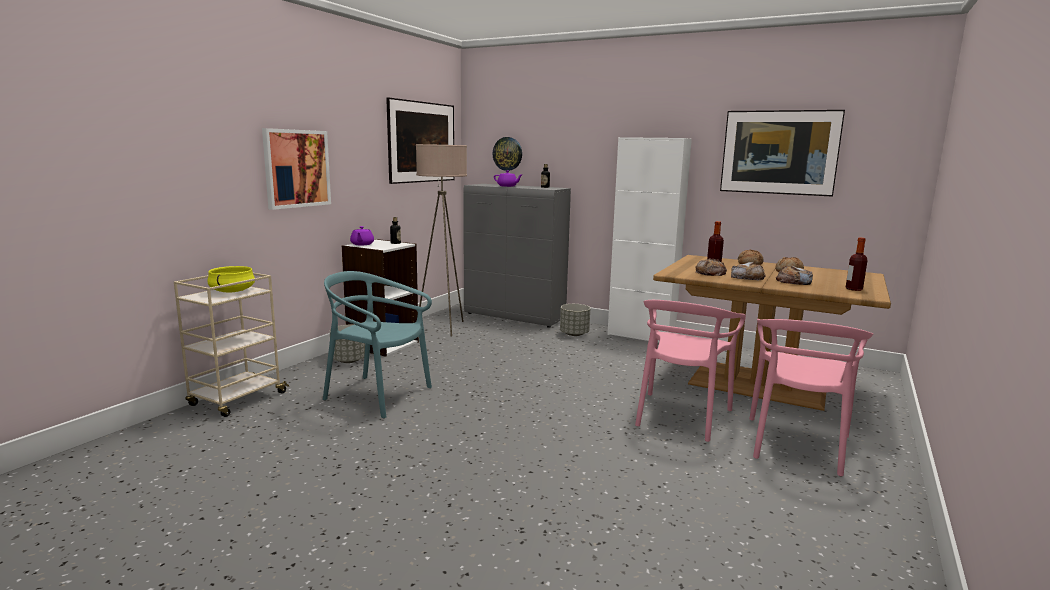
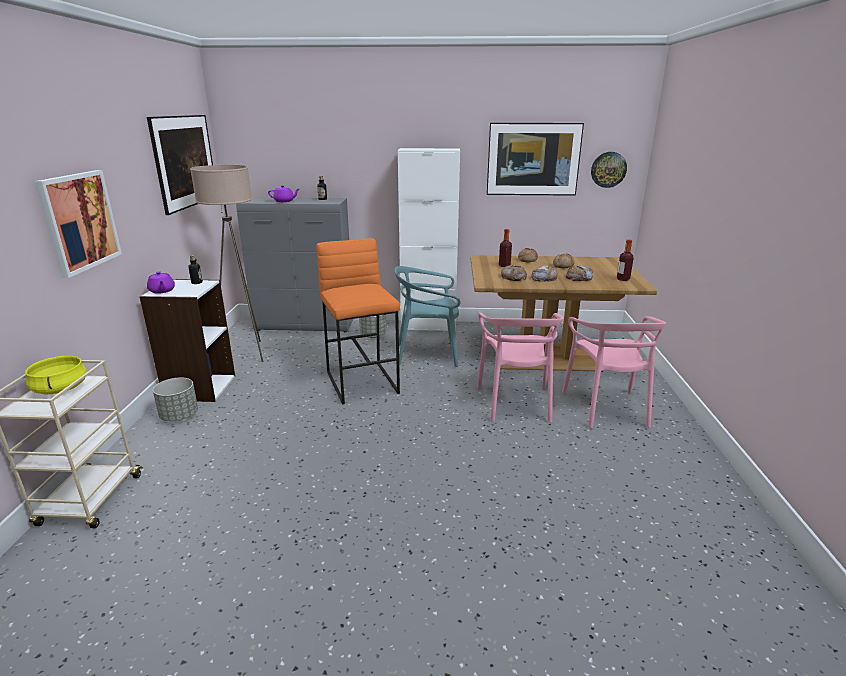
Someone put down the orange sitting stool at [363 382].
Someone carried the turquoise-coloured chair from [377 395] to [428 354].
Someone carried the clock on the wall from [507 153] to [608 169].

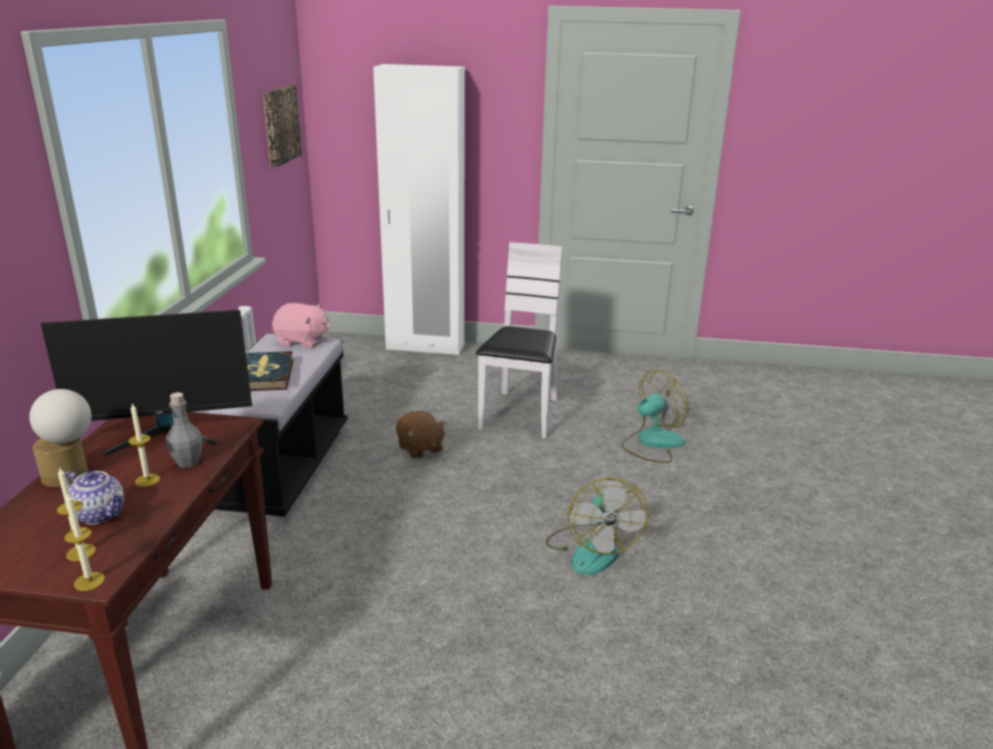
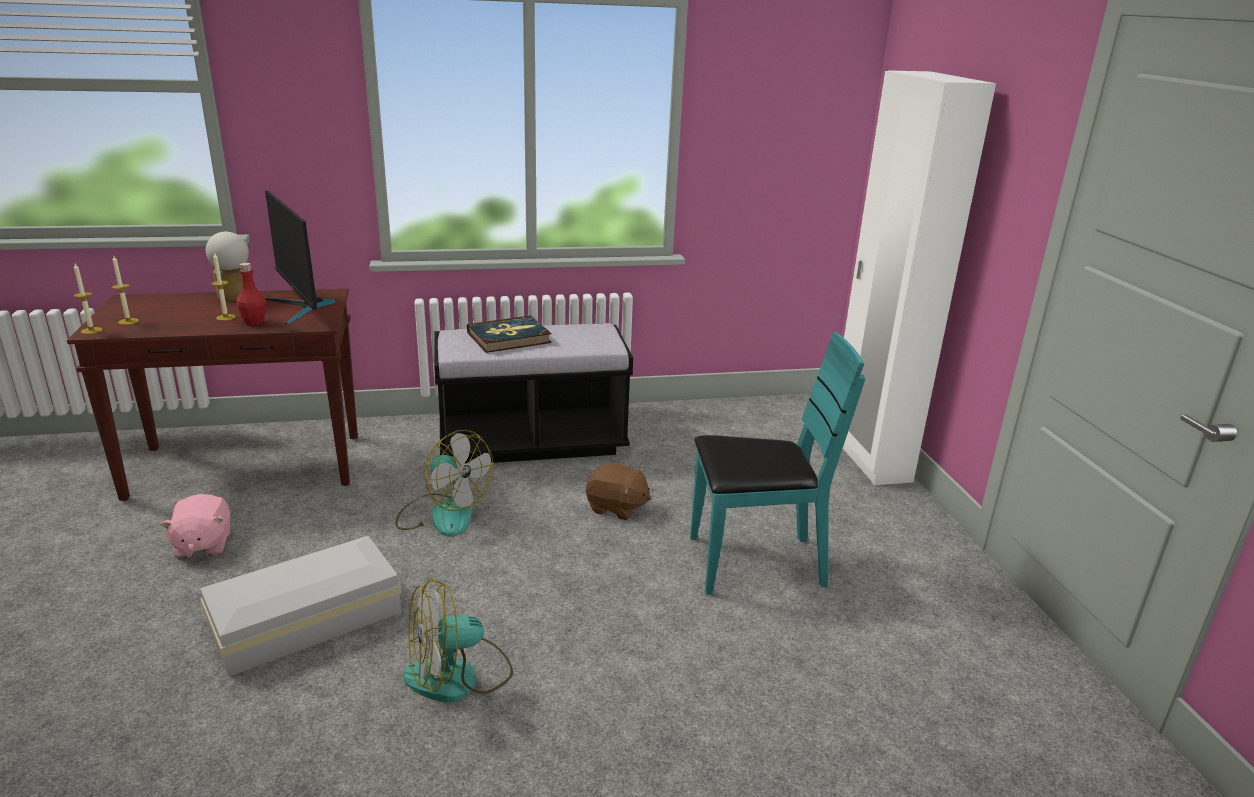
Someone took away the tea pot at [100 514].
Someone took away the wall picture at [280 125].
Someone put down the white-coloured storage container at [310 620].
Someone carried the pinkish plush toy from [302 341] to [203 545].
Someone carried the fan from [652 443] to [443 514].
Someone repainted the greyish bottle at [187 462], which became the reddish bottle at [254 322].
Someone repainted the white-coloured chair at [520 414], which became the turquoise-coloured chair at [754 563].
Someone rotated the brownish plush toy at [420 449] by 105 degrees counterclockwise.

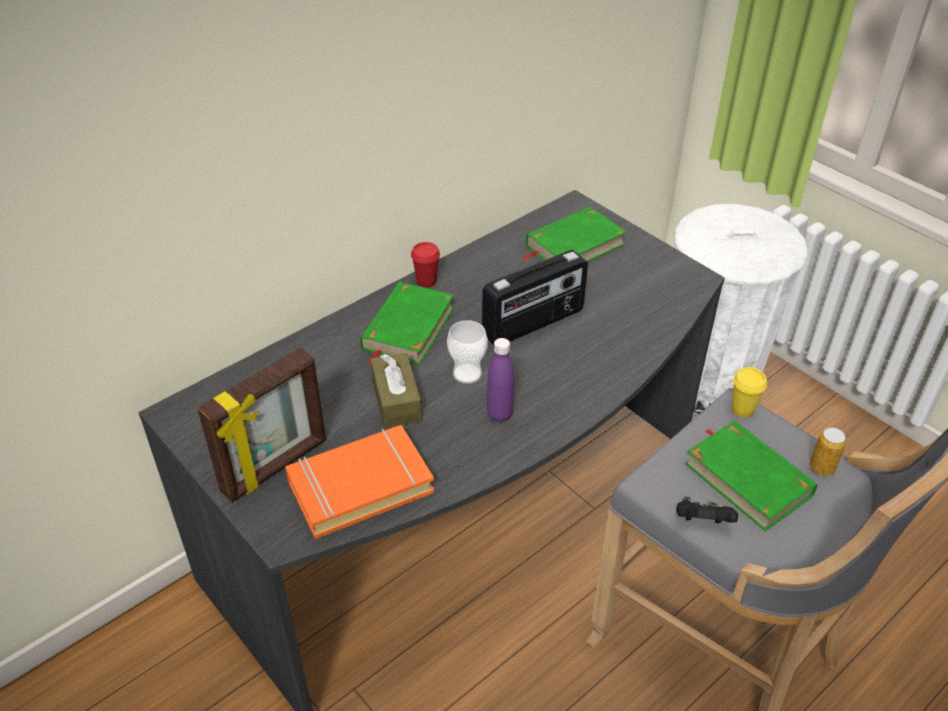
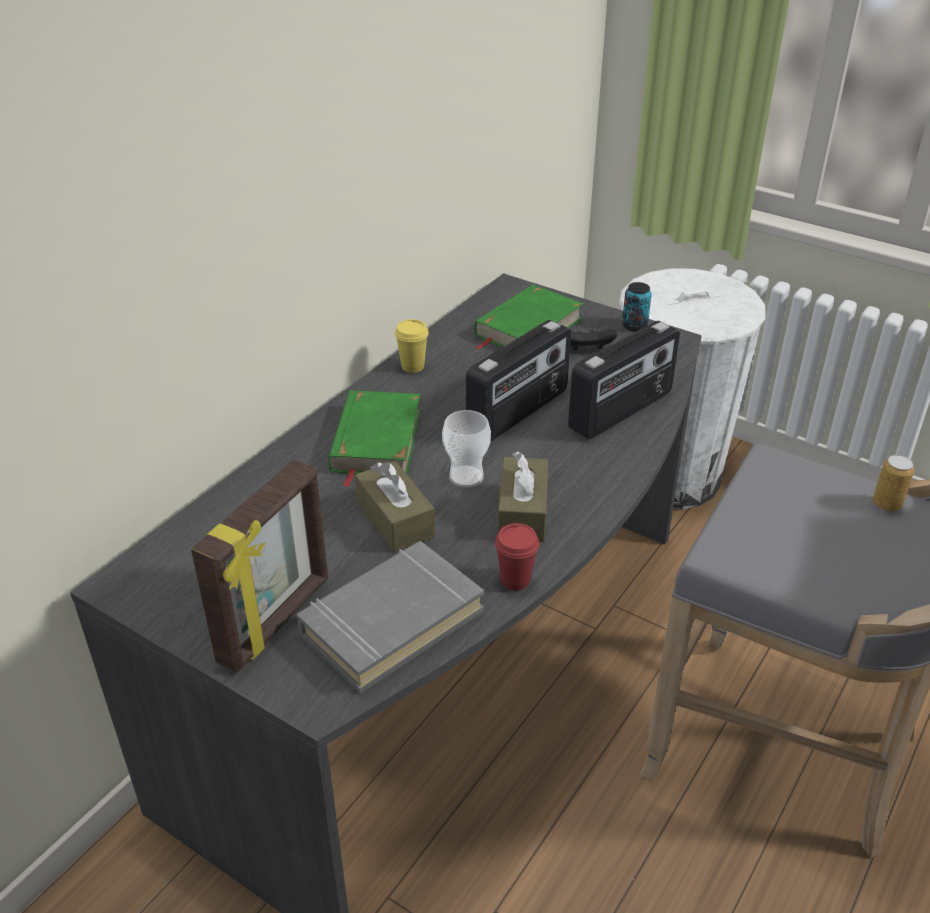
Someone took away the green-coloured bound book at [748 478].
Someone put down the radio receiver at [622 411].
Someone put down the metal can at [634 326].
Someone carried the reddish small cup from [426 281] to [515 580].
Someone carried the black-coloured game controller from [702 522] to [587 350].
Someone carried the yellow-coloured small cup from [742 409] to [412 366].
Someone swapped the purplish bottle at [499 414] for the brownish tissue holder at [522 512].
Someone repainted the orange bound book at [360 486], which became the greyish bound book at [391 622].

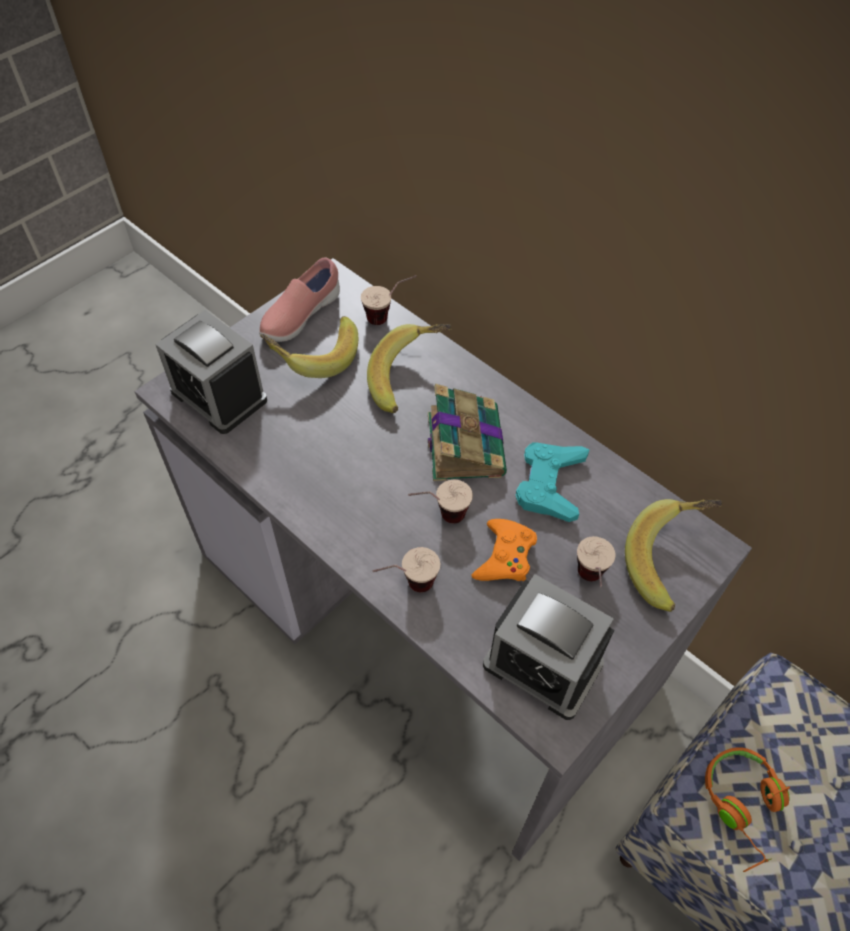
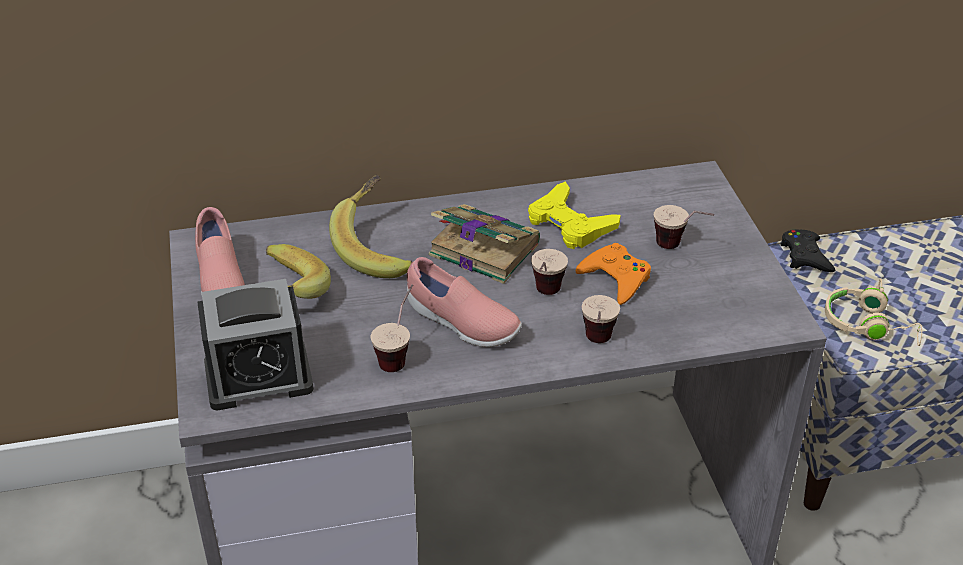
Someone took away the bedside clock at [542 664].
Someone took away the banana fruit at [671 562].
Someone put down the pinkish item of footwear at [461 323].
Someone put down the black-coloured game controller at [805 256].
Someone carried the small cup from [389 316] to [399 354].
Someone repainted the turquoise-coloured game controller at [550 484], which became the yellow-coloured game controller at [570 224].
Someone repainted the orange headphones at [743 807], which became the beige headphones at [869 325].

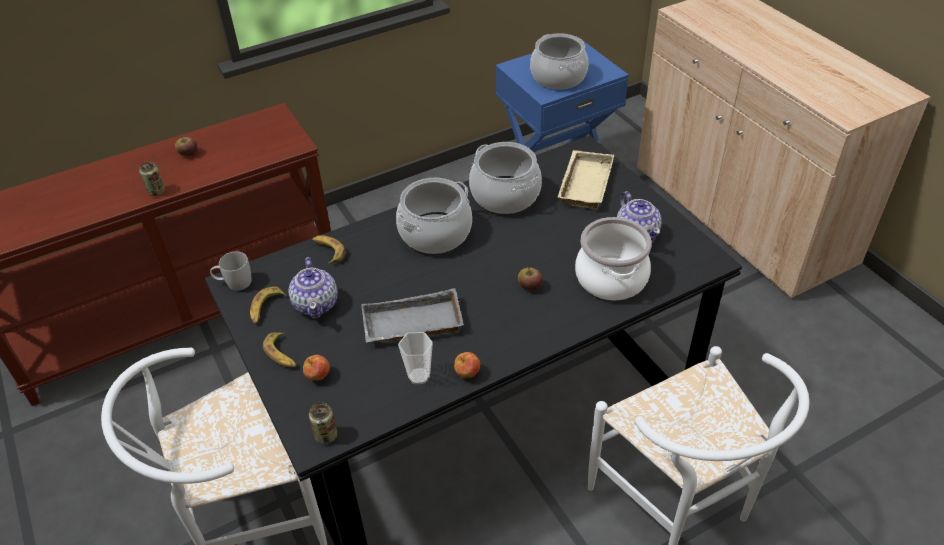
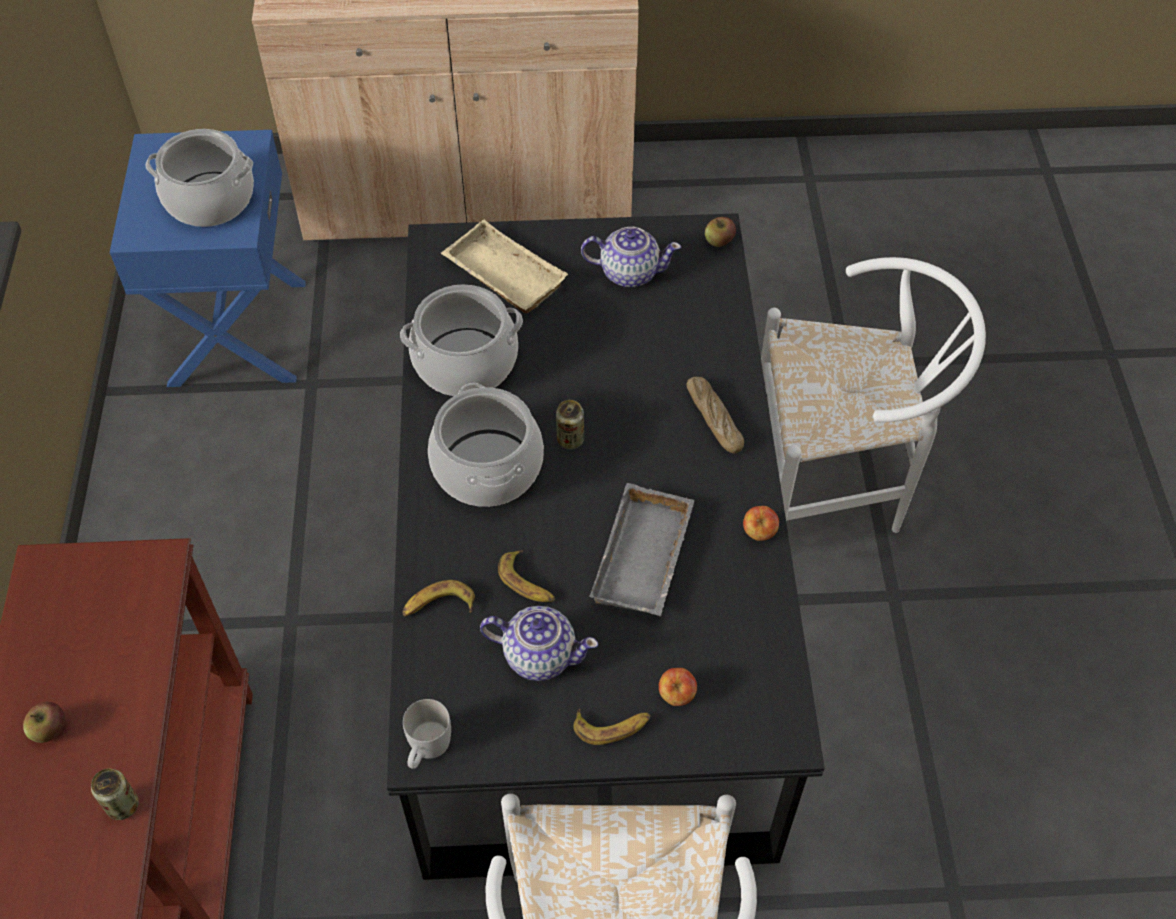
Someone took away the small cup at [419 376].
Someone took away the cooking pot at [610 278].
Someone put down the bakery bread at [714 419].
Someone carried the banana fruit from [266 308] to [527 583].
Someone carried the metal can from [326 436] to [570 440].
Someone carried the apple fruit from [529 286] to [719 241].

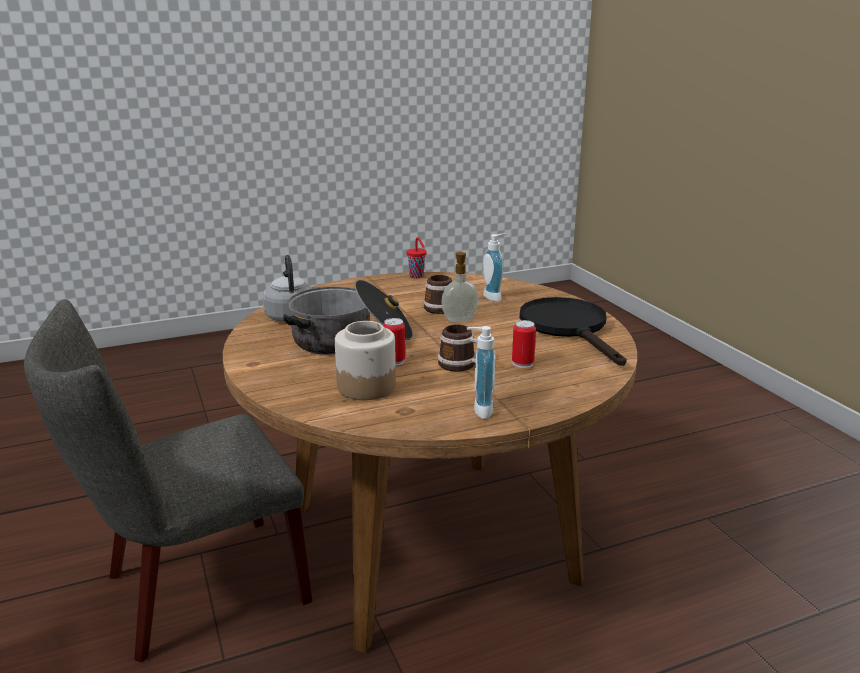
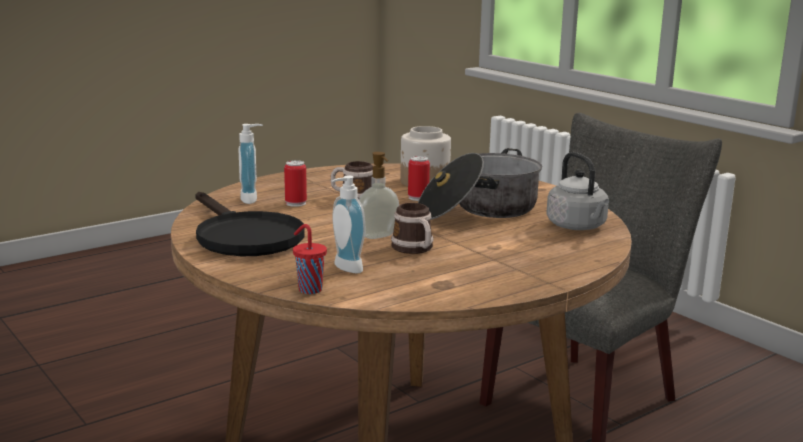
Someone carried the reddish small cup from [417 276] to [309 289].
Someone carried the soap dispenser from [479 410] to [252 199].

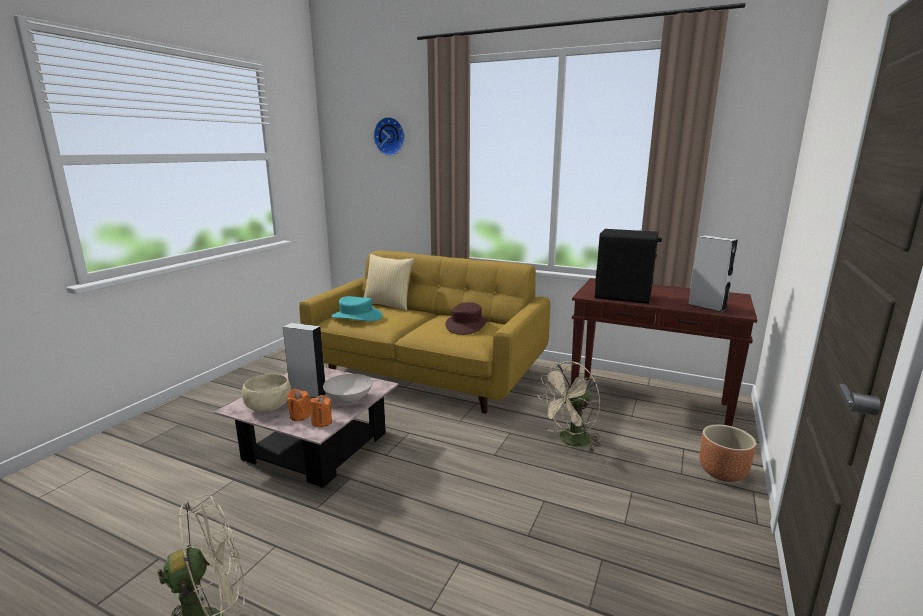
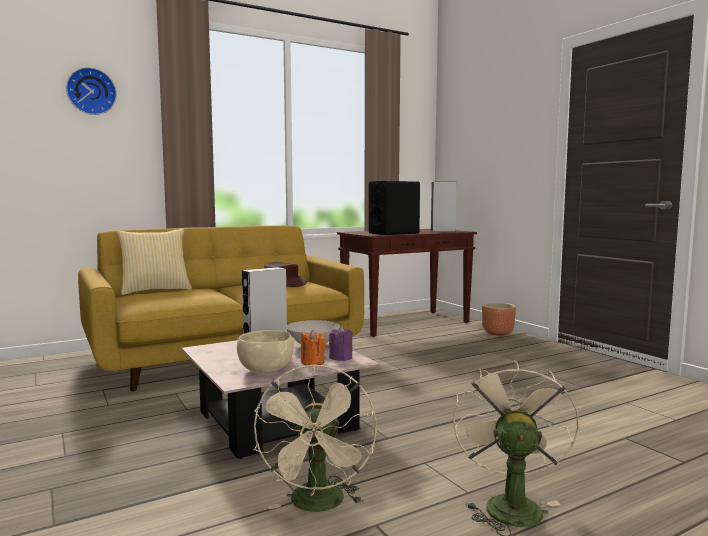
Someone took away the turquoise-coloured wearable hat at [356 316].
Someone carried the beige fan from [570 441] to [318 505].
Someone repainted the orange candle at [322 422], which became the purplish candle at [341 358].

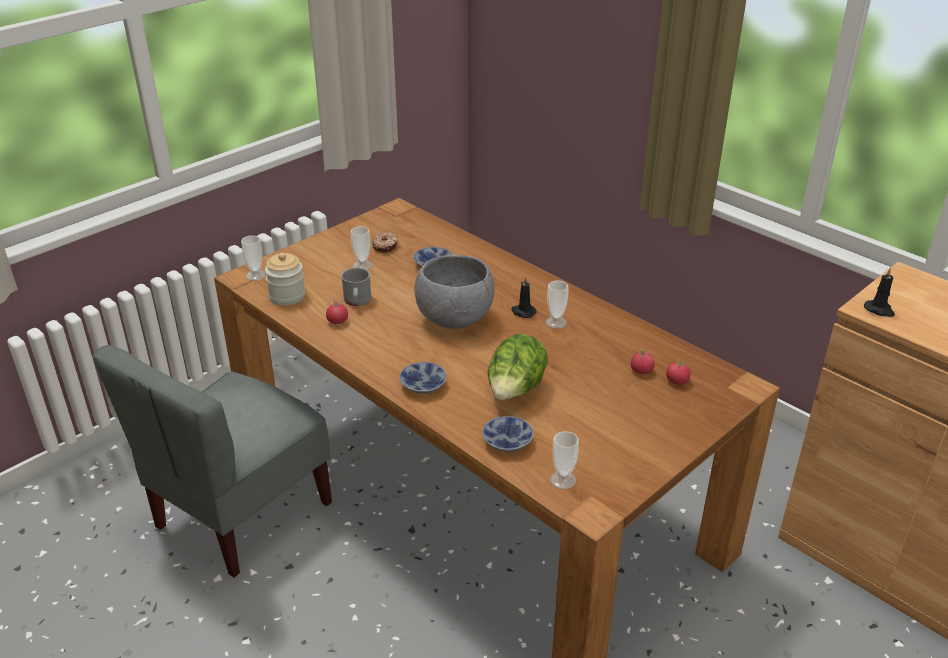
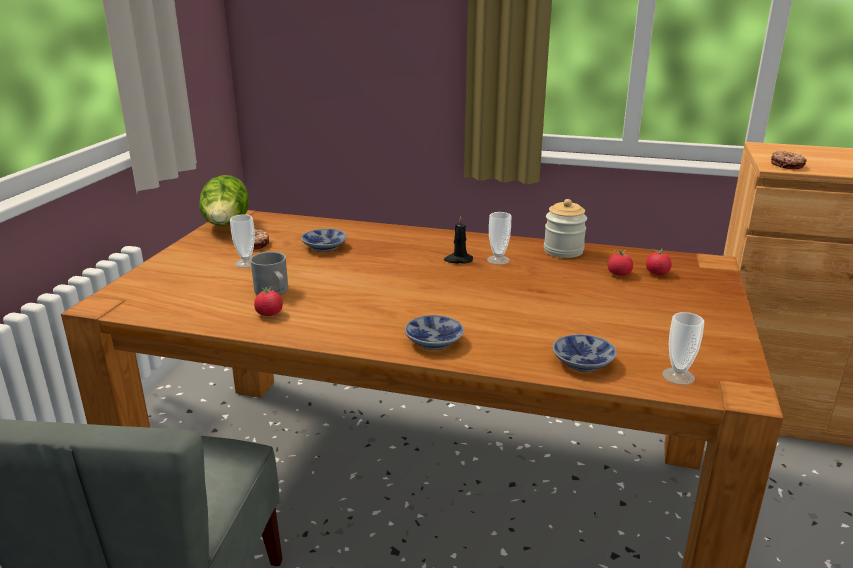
Someone took away the small cup at [256 275].
Someone took away the greyish bowl at [456 319].
Someone carried the preserve jar from [287 296] to [563 251].
Someone carried the lettuce head from [515 391] to [227 226].
Someone swapped the black-coloured candle at [879 310] for the donut at [787 165].

